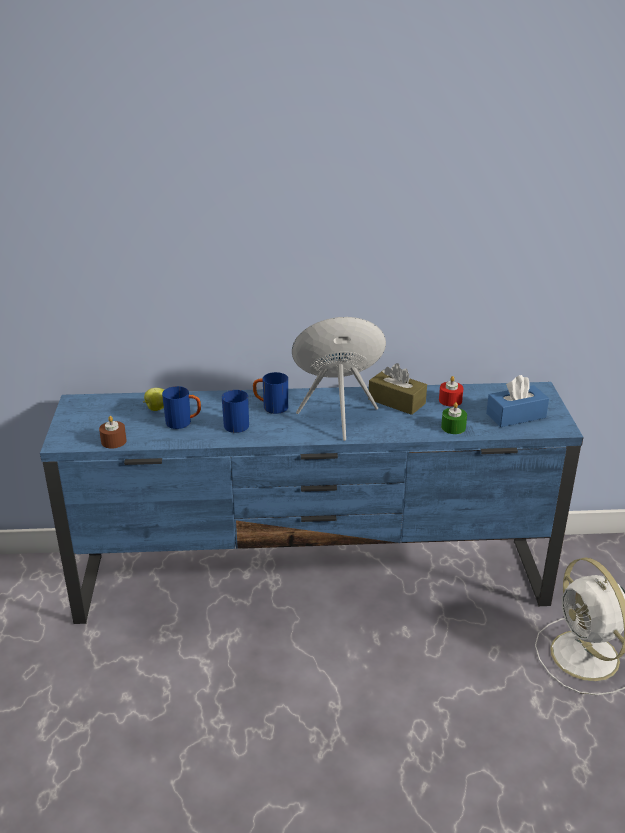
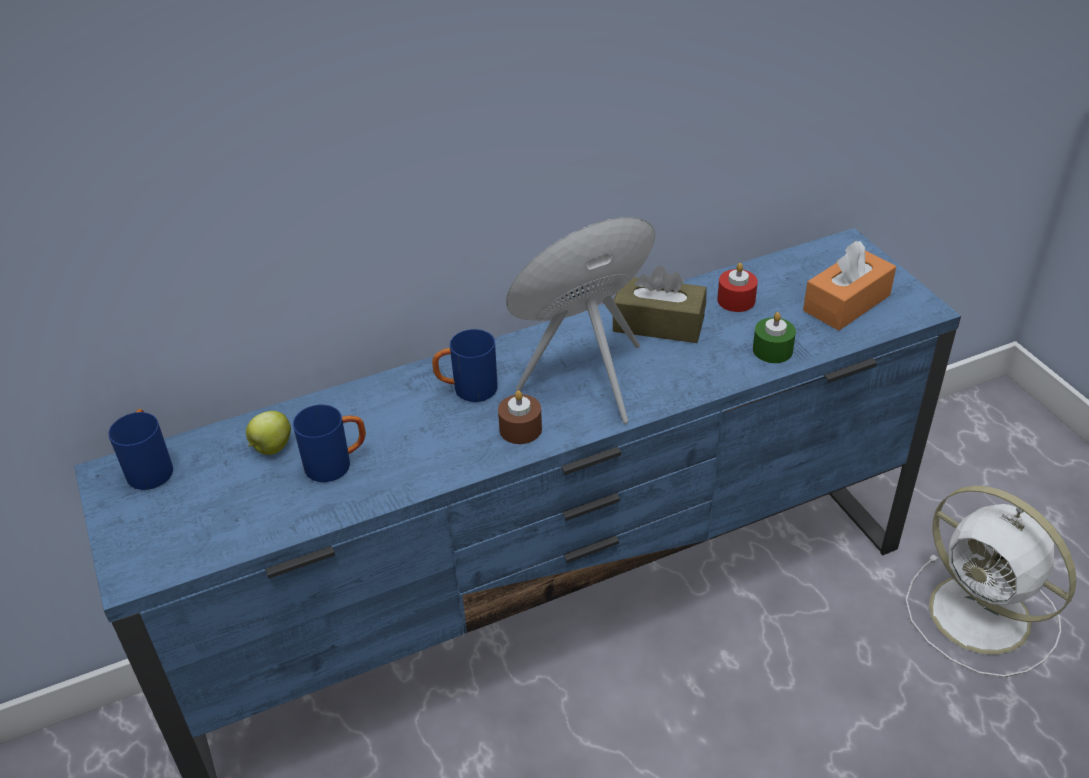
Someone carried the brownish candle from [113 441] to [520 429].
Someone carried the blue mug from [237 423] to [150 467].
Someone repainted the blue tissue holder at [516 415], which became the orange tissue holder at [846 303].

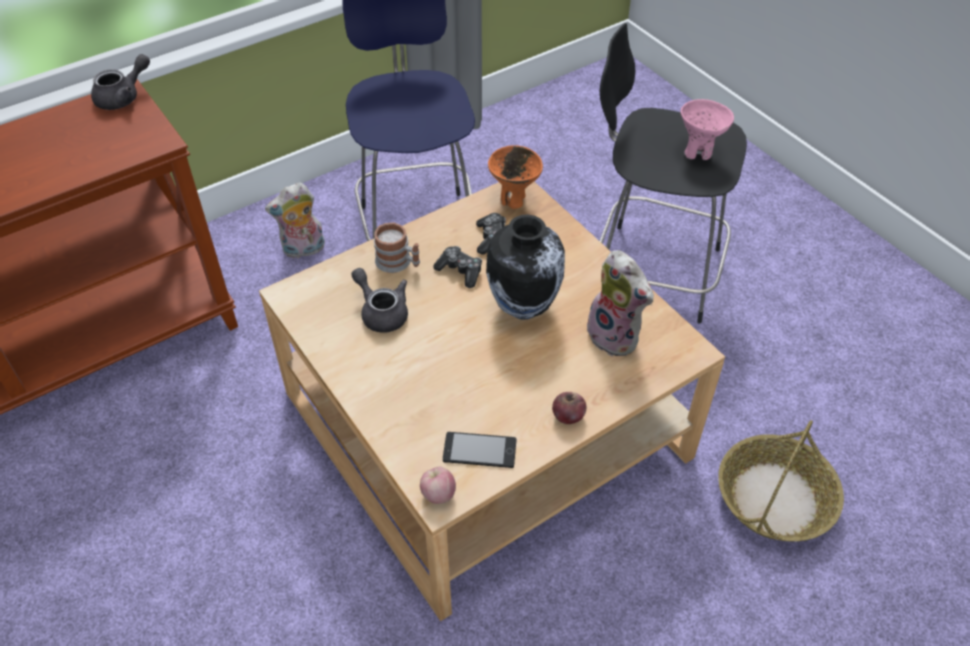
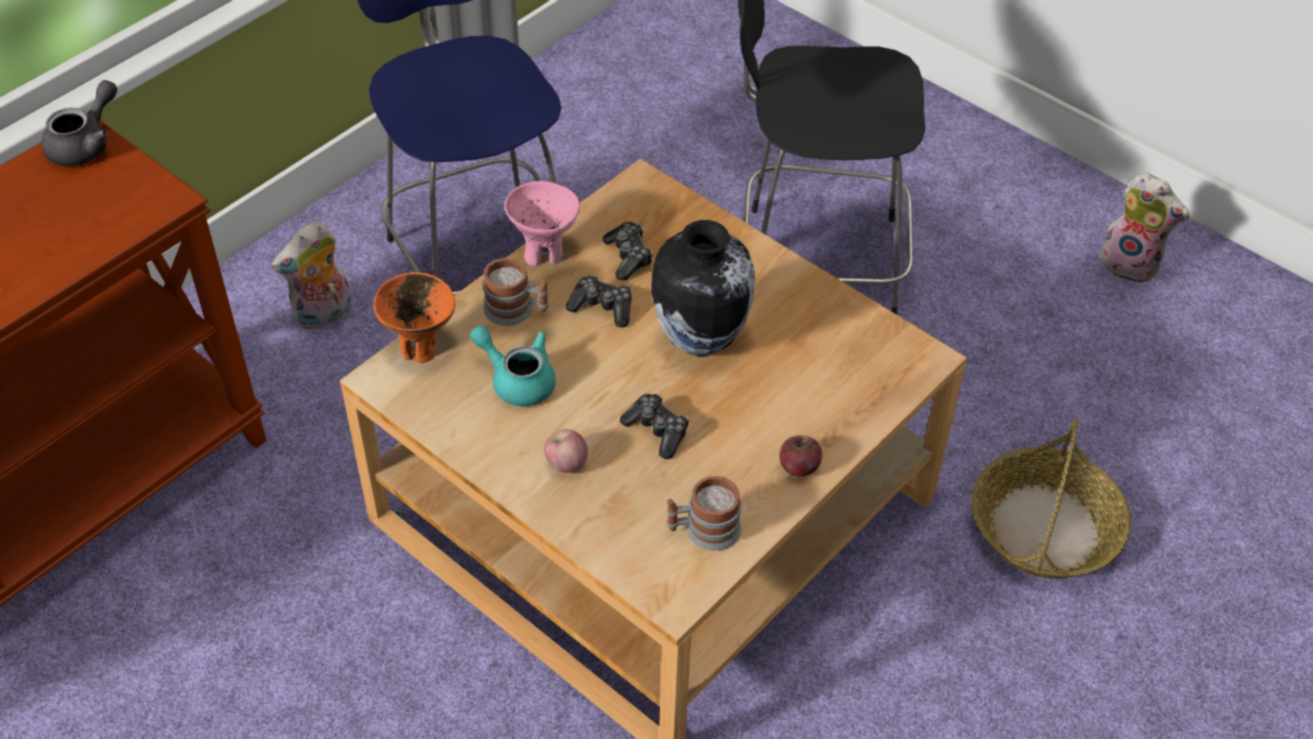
Someone put down the game controller at [657 431].
Someone carried the apple fruit from [438 494] to [566 464].
Someone carried the orange bowl from [514 200] to [420 349].
Someone carried the plush toy from [616 336] to [1131 263].
Someone carried the pinkish bowl from [698 153] to [543 255].
Someone swapped the handset at [479 450] for the mug at [703 530].
Someone repainted the greyish tea pot at [381 312], which became the turquoise-coloured tea pot at [517 380].

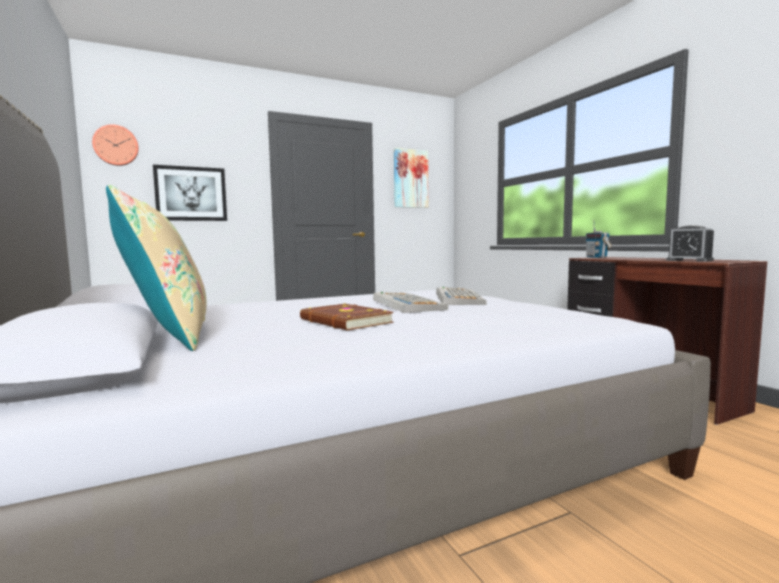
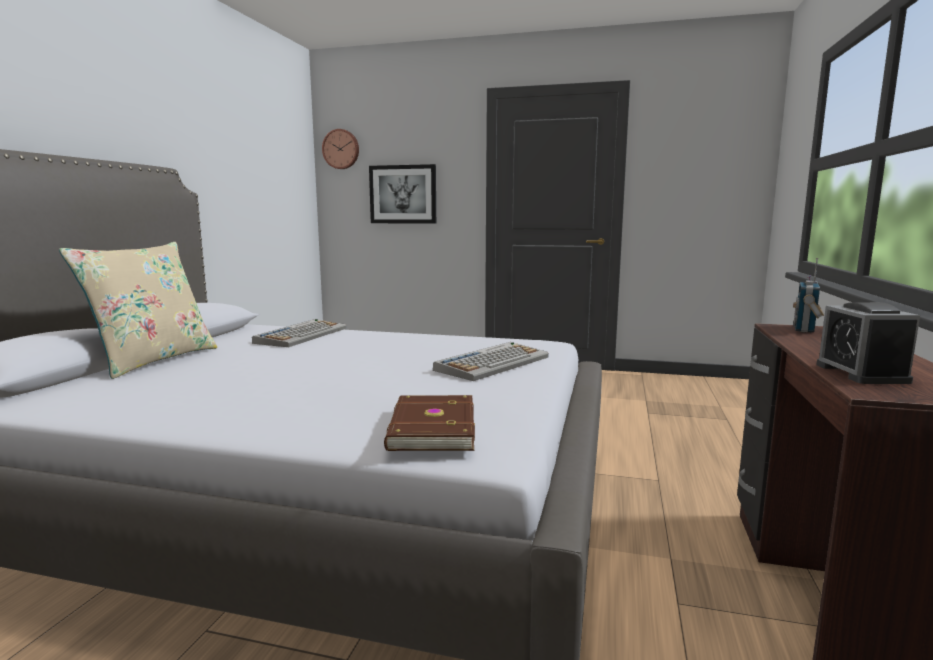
Someone took away the wall picture at [410 178].
Someone carried the brownish bound book from [344 321] to [430 428].
Someone carried the PC keyboard from [406 304] to [302 335].

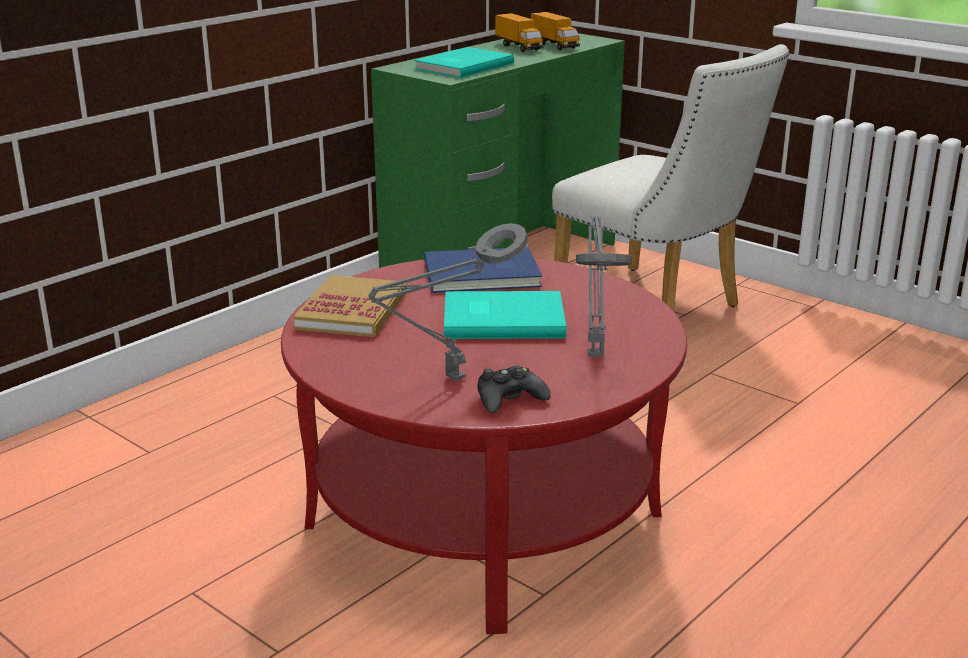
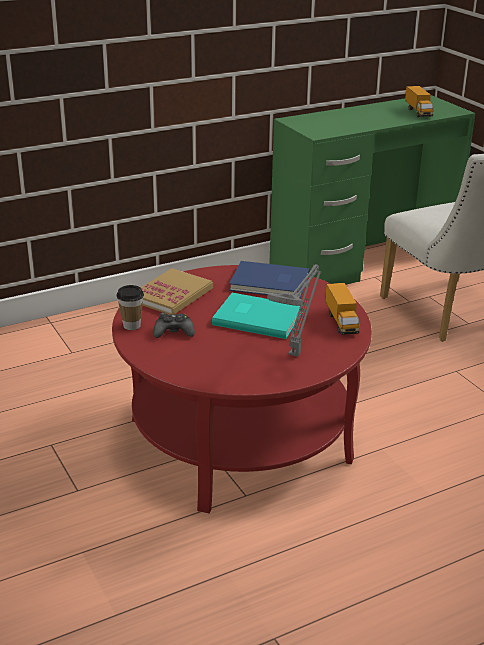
Someone took away the greyish tabletop lamp at [450 379].
Someone took away the turquoise-coloured bound book at [461 66].
Someone put down the small cup at [131 326].
Someone carried the black-coloured game controller from [509 399] to [174 332].
Someone carried the toy lorry from [518 47] to [341 322].

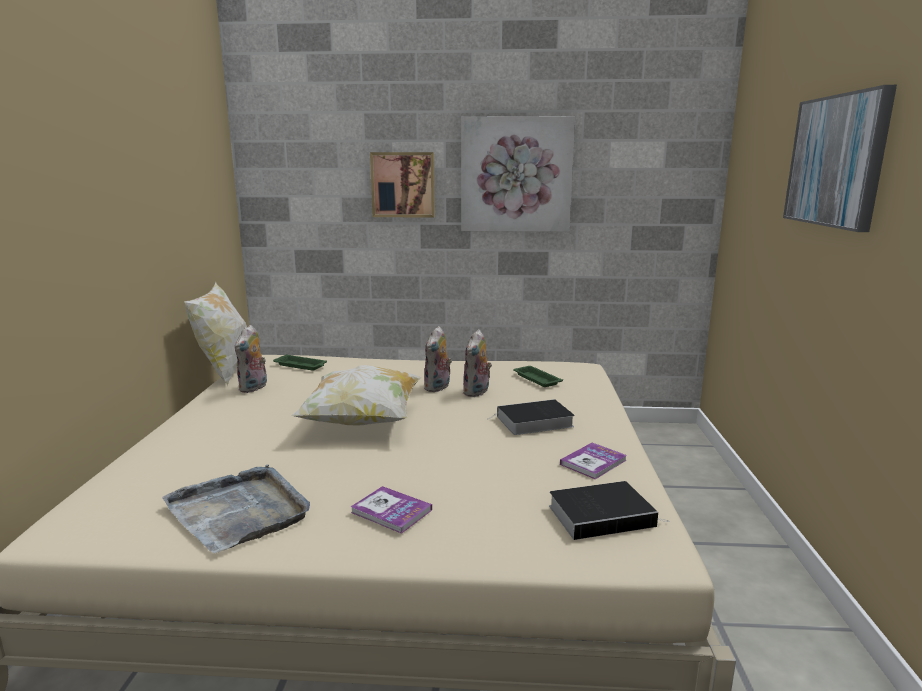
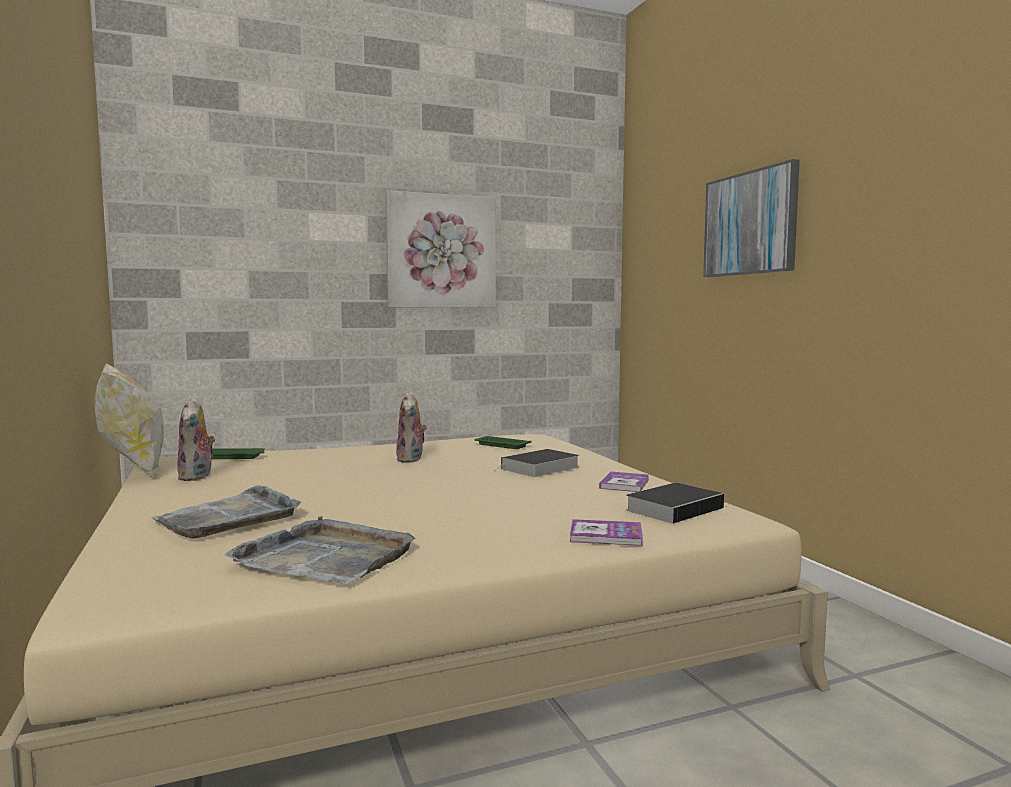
Someone took away the cushion at [362 421].
Someone took away the wall picture at [403 185].
Someone took away the plush toy at [477 392].
Someone put down the greyish serving tray at [229 517].
Someone carried the bound book from [391 511] to [606 535].

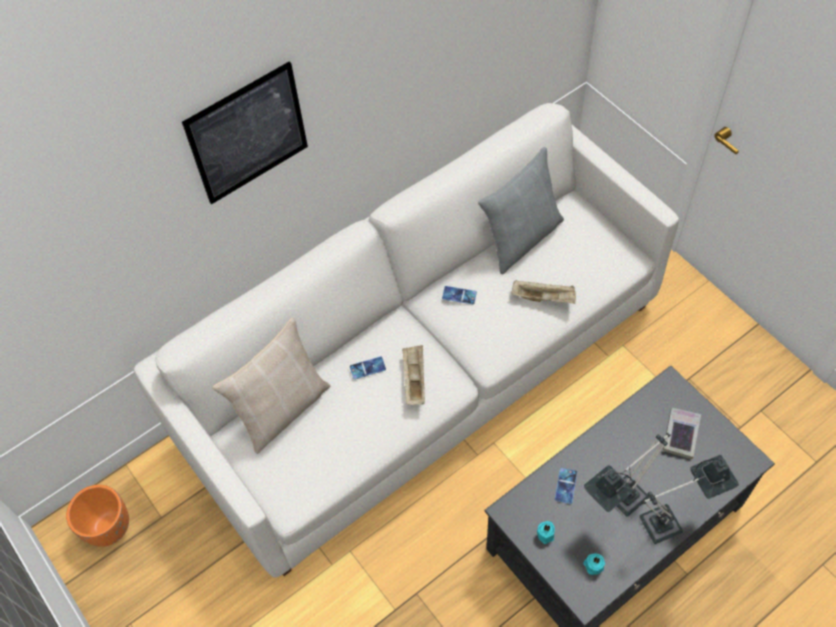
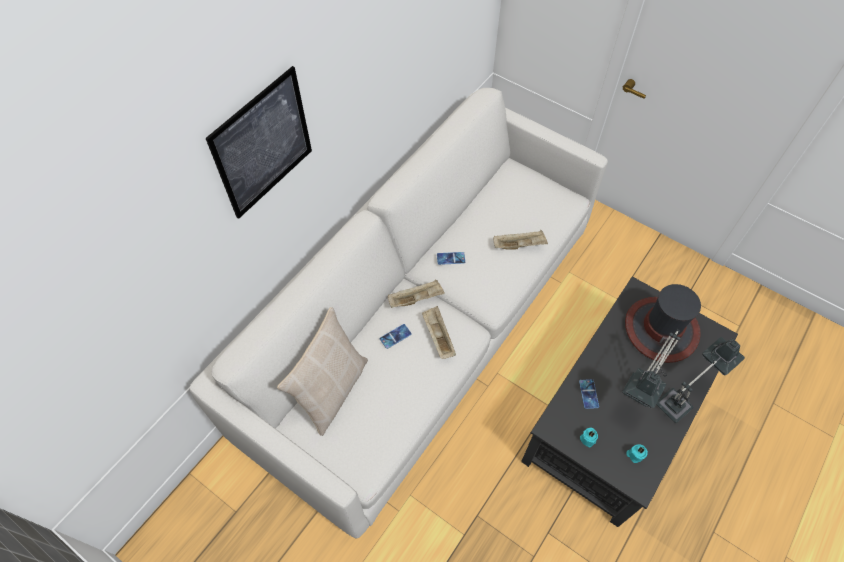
Someone took away the orange flower pot at [108 528].
Someone took away the greyish cushion at [521 238].
Someone put down the beige serving tray at [416 299].
Someone swapped the bound book at [680 434] for the wearable hat at [661 329].

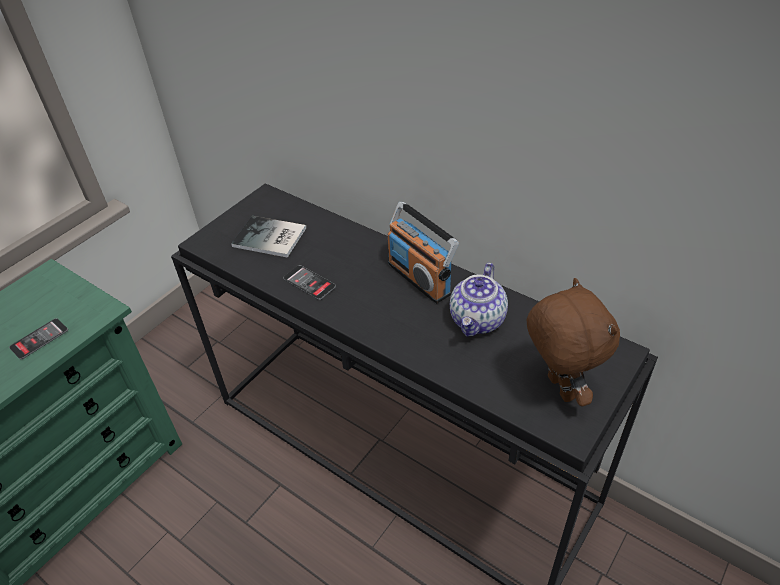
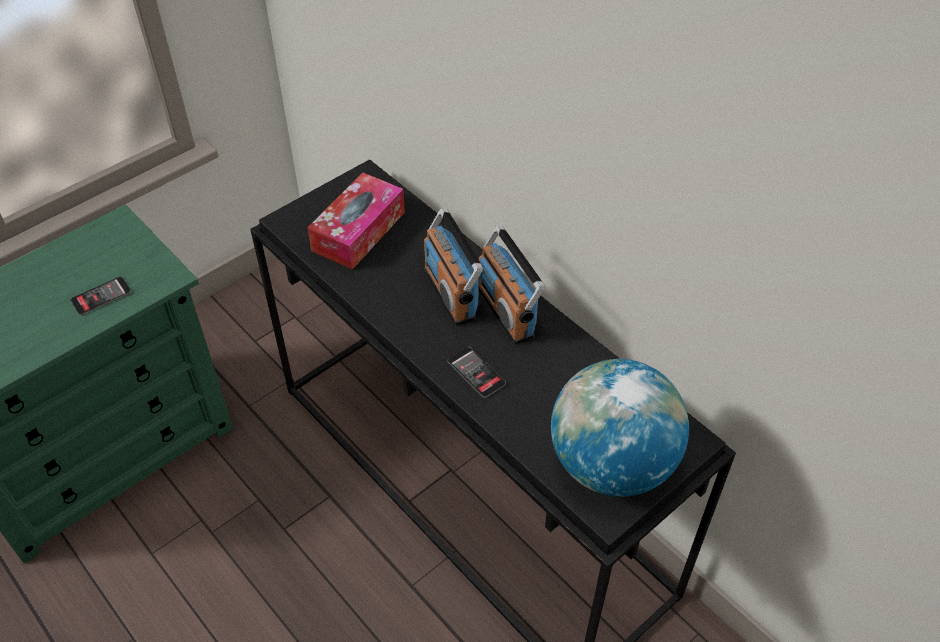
Someone took away the tea pot at [478 320].
Someone put down the radio receiver at [451 293].
Someone carried the handset from [309 283] to [476 372].
Someone swapped the bound book at [270 239] for the tissue holder at [359 231].
Someone swapped the brownish plush toy at [558 388] for the desk globe at [611 464].

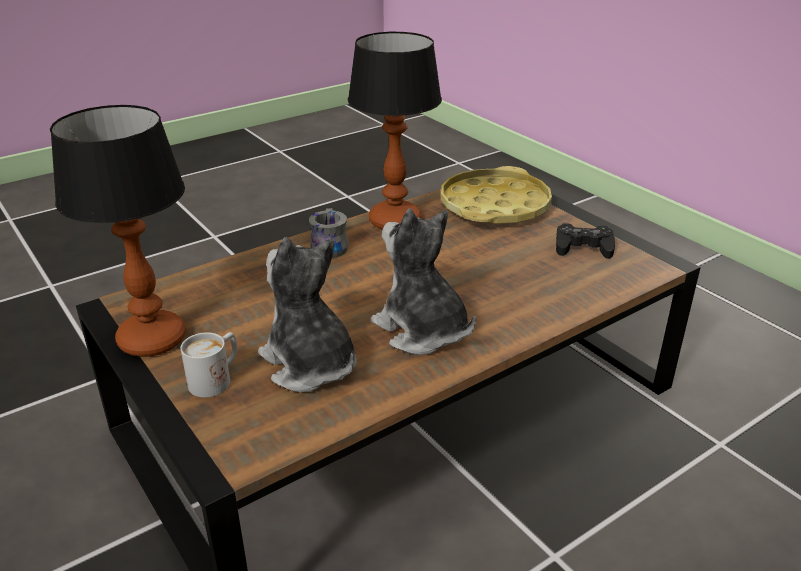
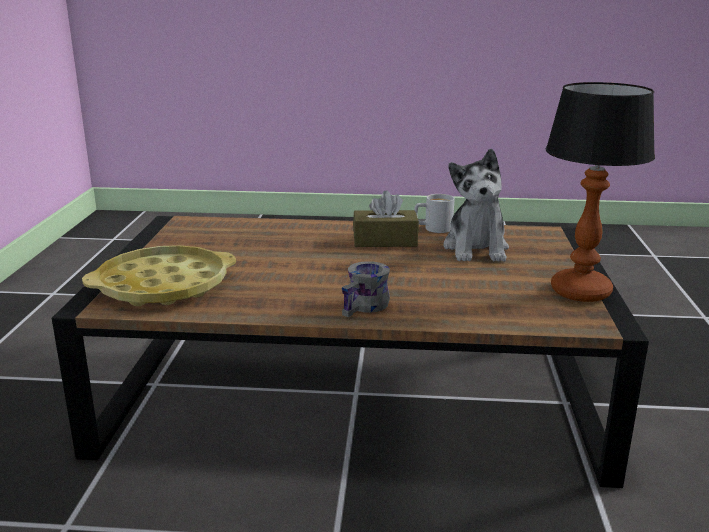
Someone took away the tabletop lamp at [395 221].
Someone took away the black-coloured game controller at [583 247].
Someone carried the white-coloured mug from [216 379] to [432 229].
Someone swapped the plush toy at [422 331] for the brownish tissue holder at [385 241].

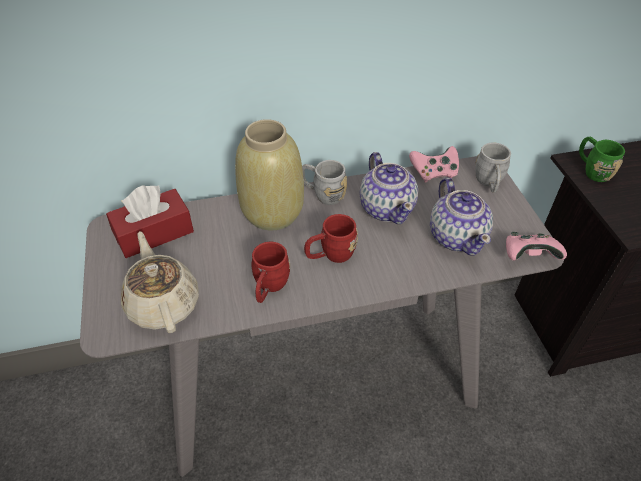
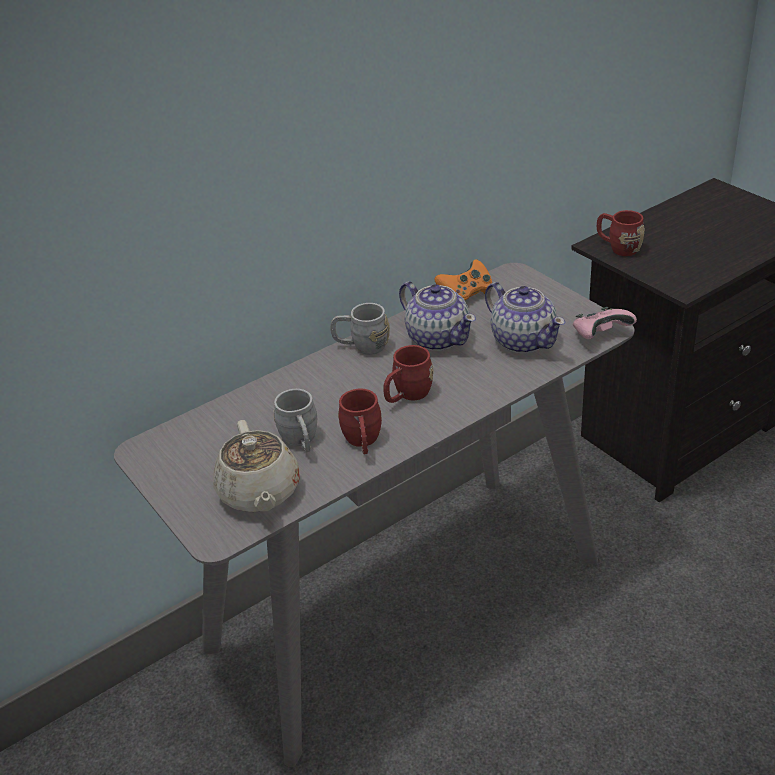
Someone took away the reddish tissue holder at [154 233].
Someone took away the beige decorative vase at [272 213].
Someone carried the greyish mug from [489 183] to [301 442].
Someone repainted the pinkish game controller at [434 173], which became the orange game controller at [466 293].
Someone repainted the green-coloured mug at [592 170], which became the reddish mug at [618 247].
Someone rotated the beige tea pot at [163 303] by 150 degrees counterclockwise.

